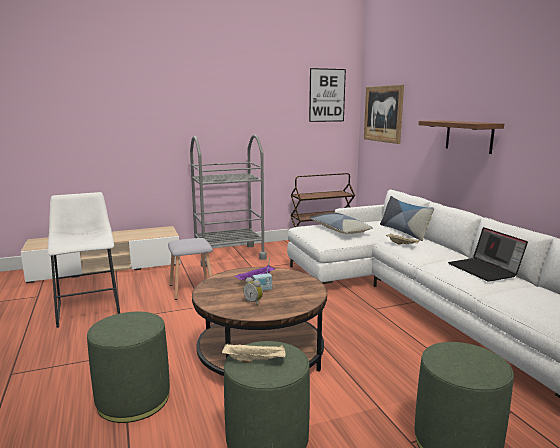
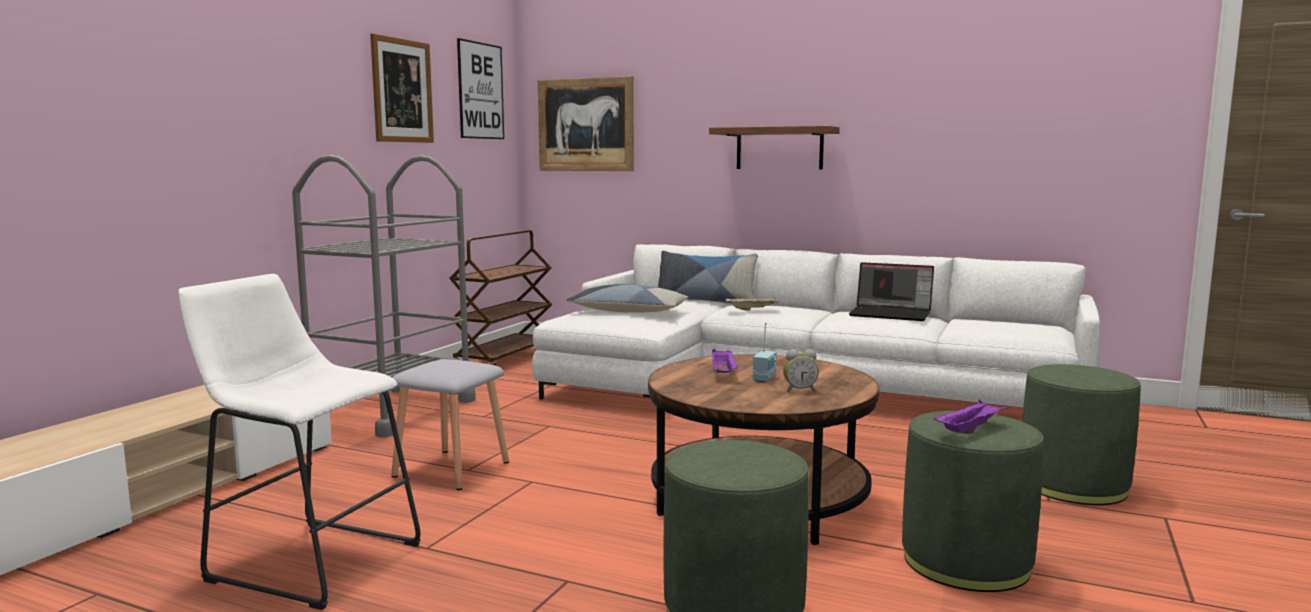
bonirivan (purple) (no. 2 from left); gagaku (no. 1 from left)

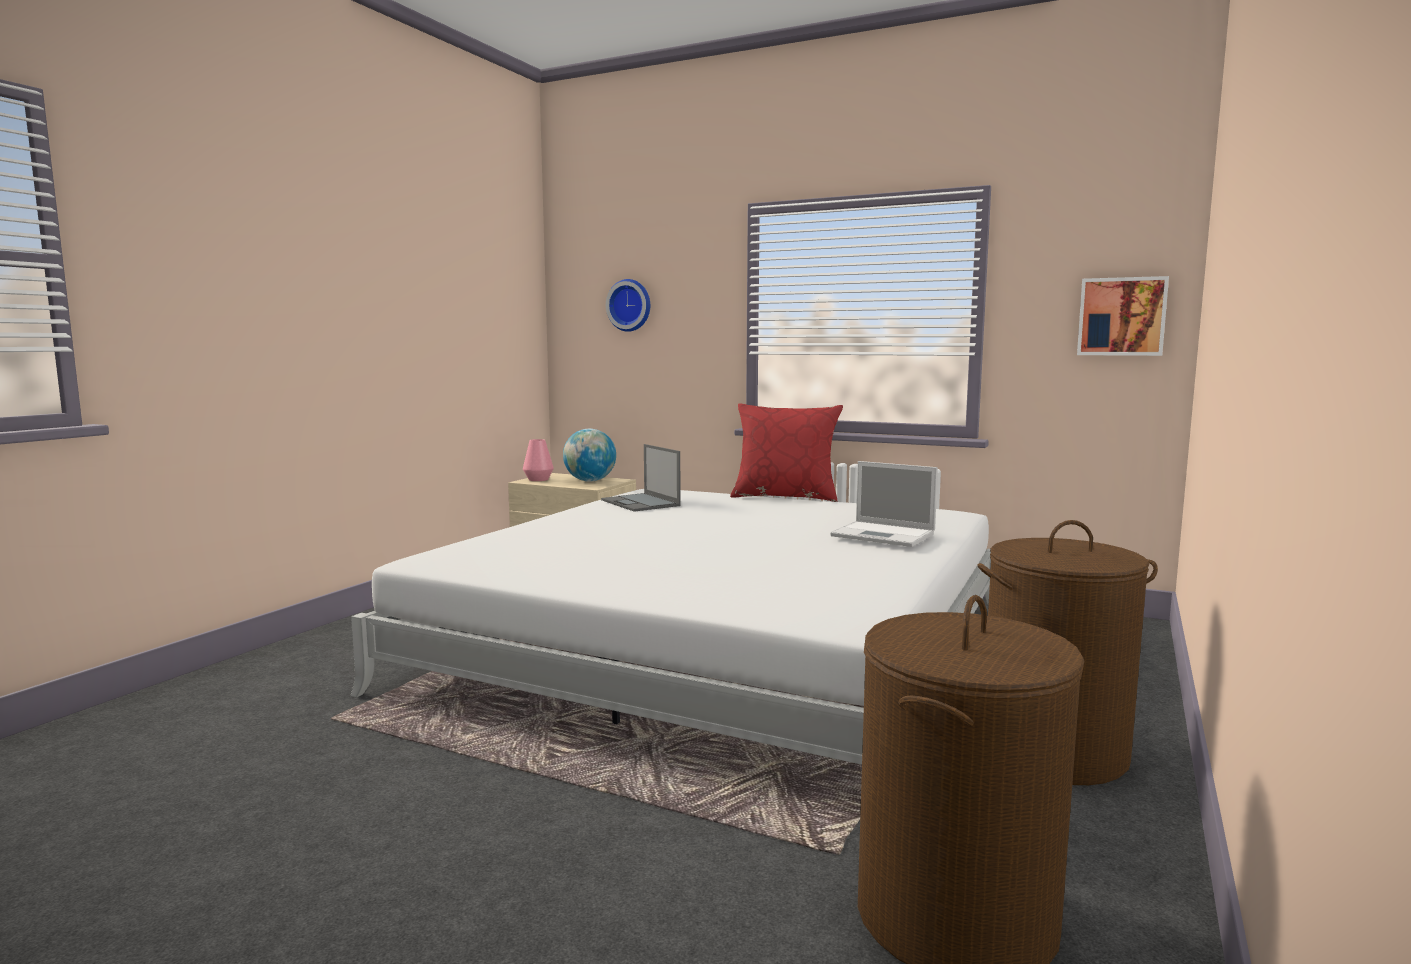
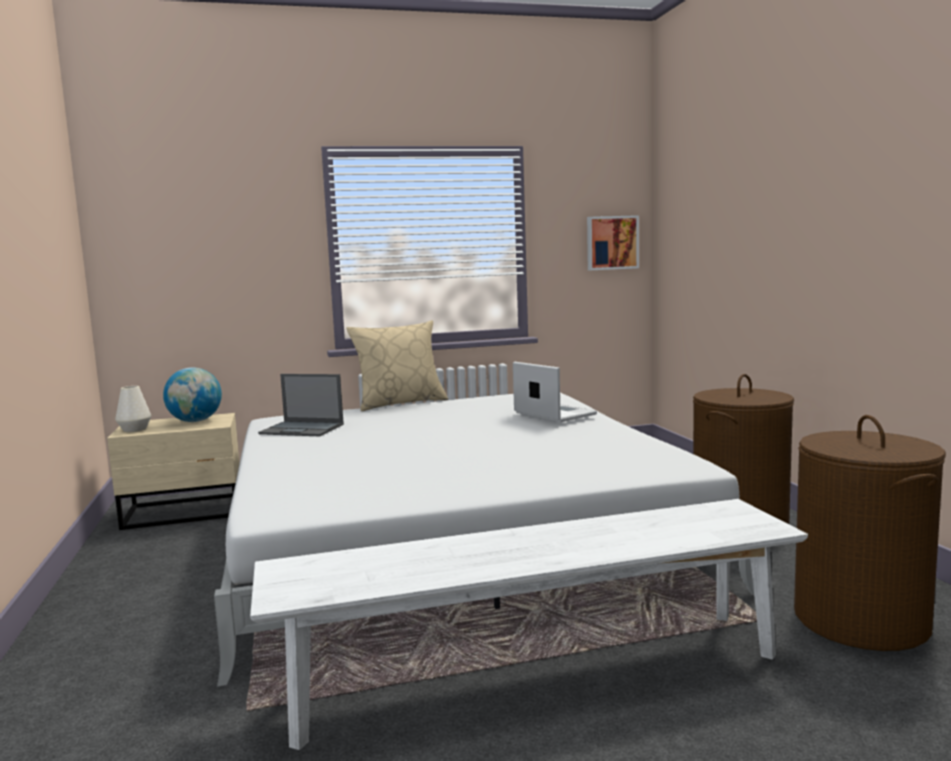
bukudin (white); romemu; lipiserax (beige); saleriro (no. 2 from left); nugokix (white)

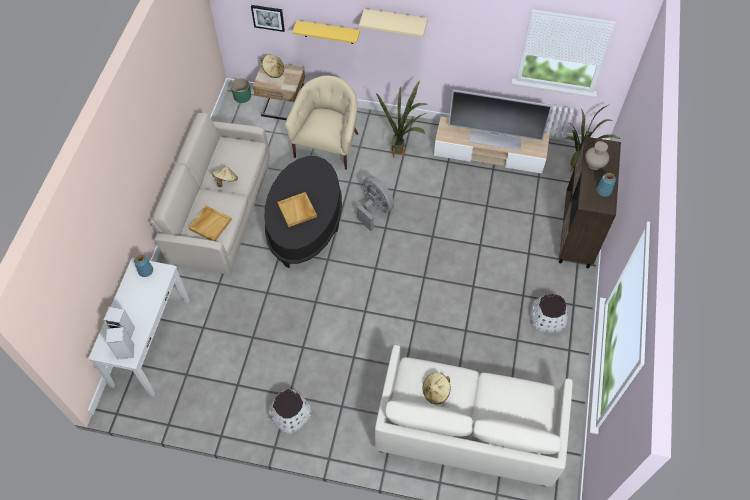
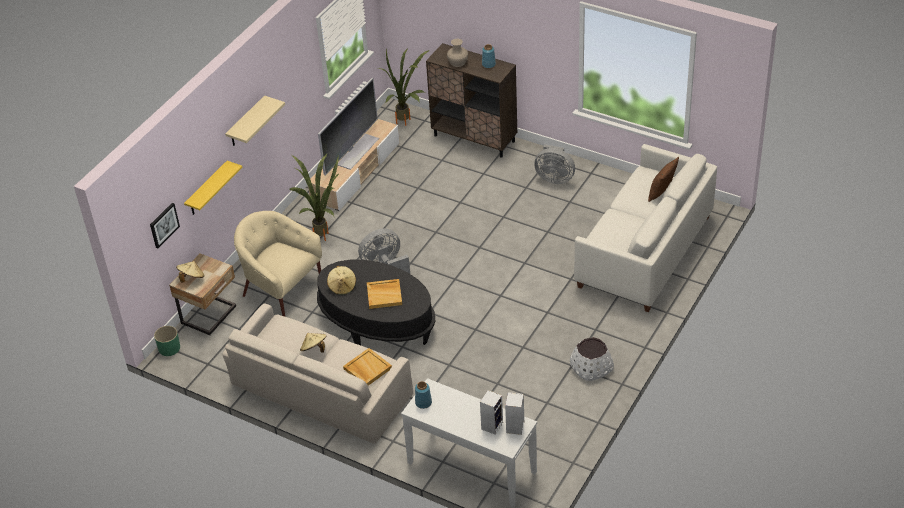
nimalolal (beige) (no. 3 from left); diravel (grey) (no. 2 from left); lipiserax (brown)

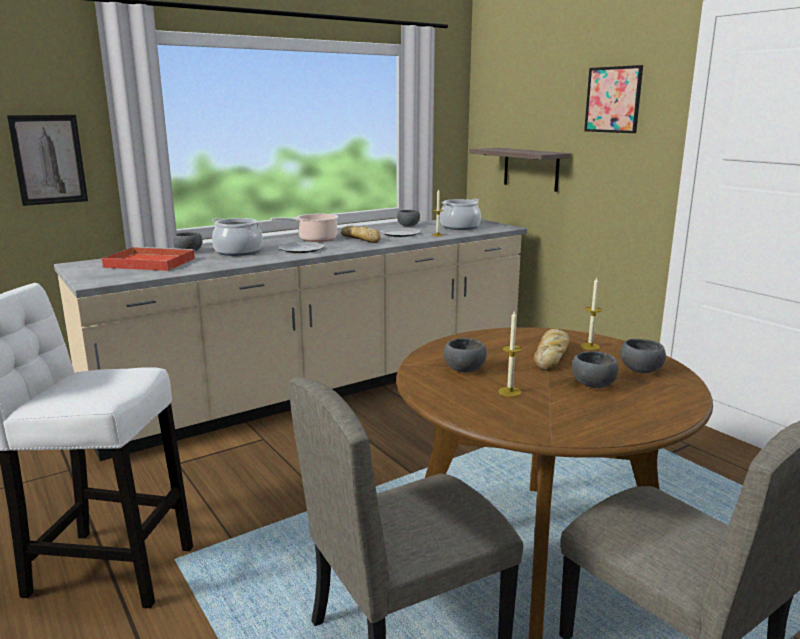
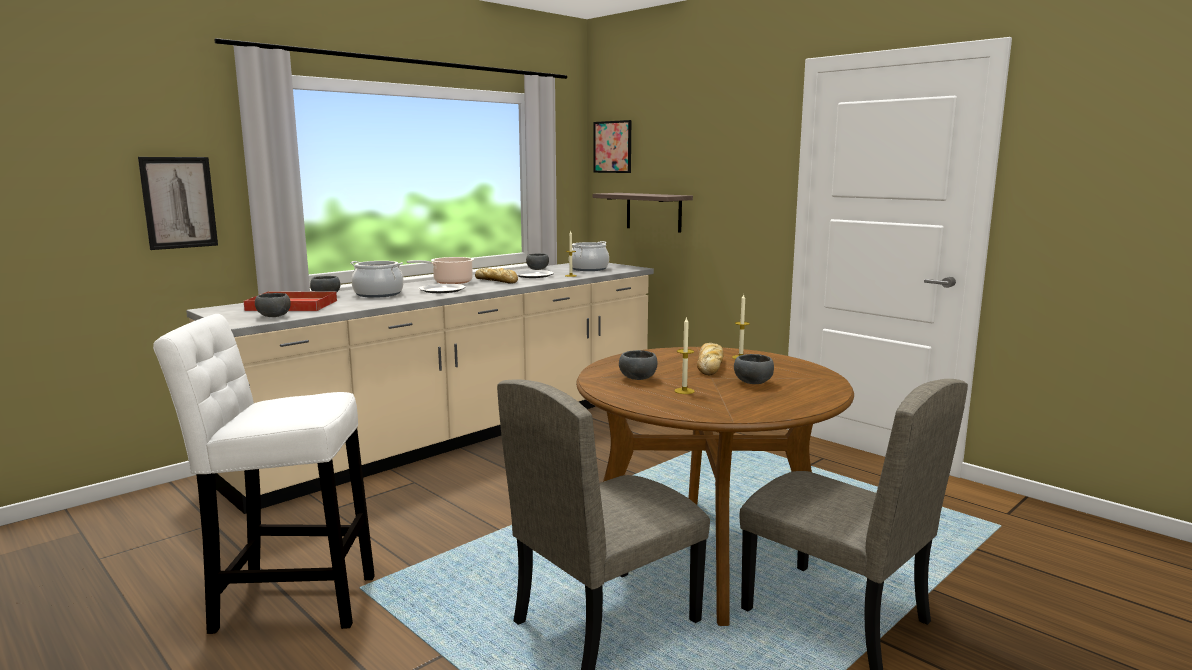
gagaku (no. 2 from left); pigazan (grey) (no. 1 from left)

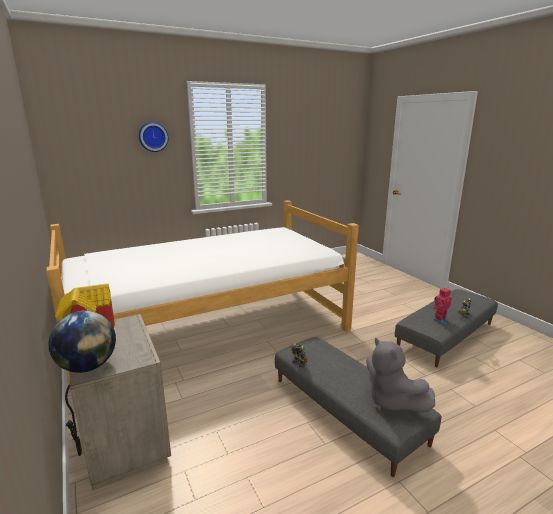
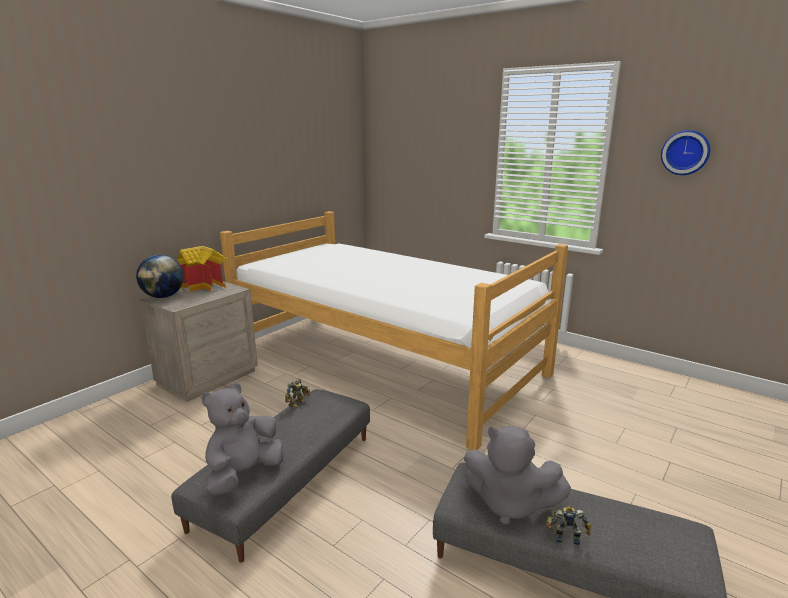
romemu; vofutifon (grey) (no. 2 from left)

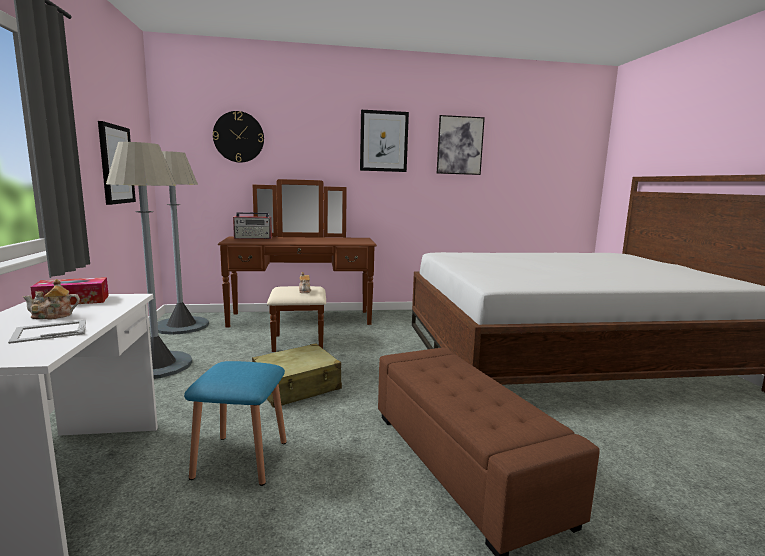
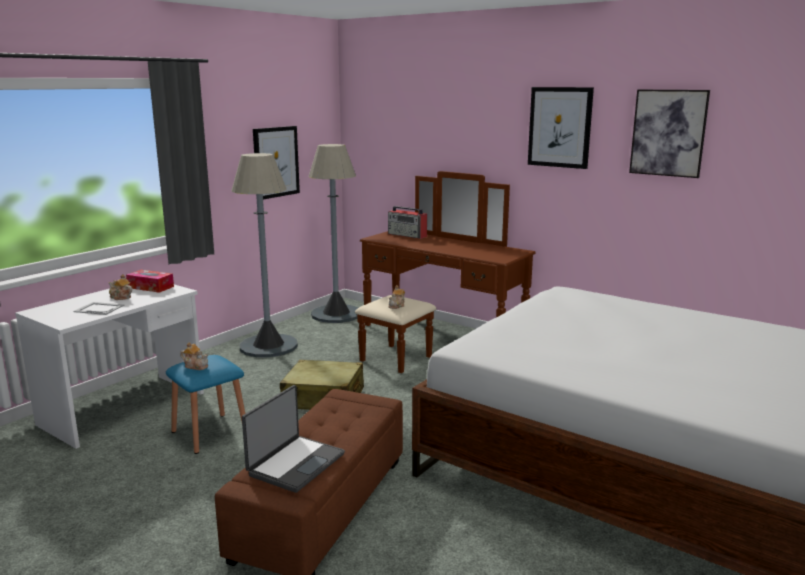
romemu; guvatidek (no. 2 from left); saleriro

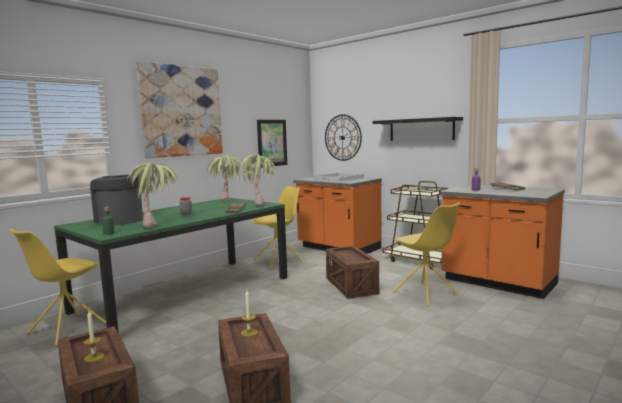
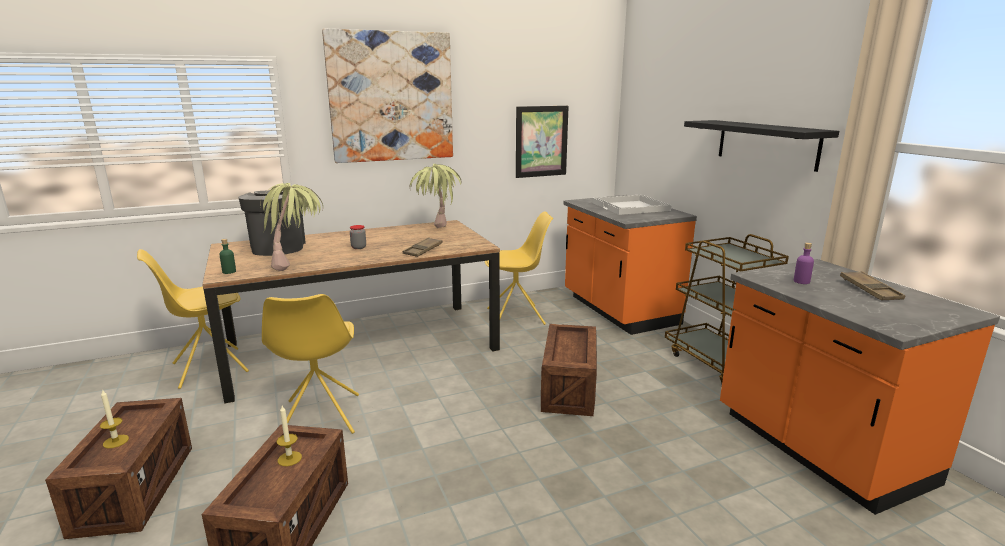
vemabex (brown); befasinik (no. 3 from left in the first image); romemu; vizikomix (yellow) (no. 2 from left)

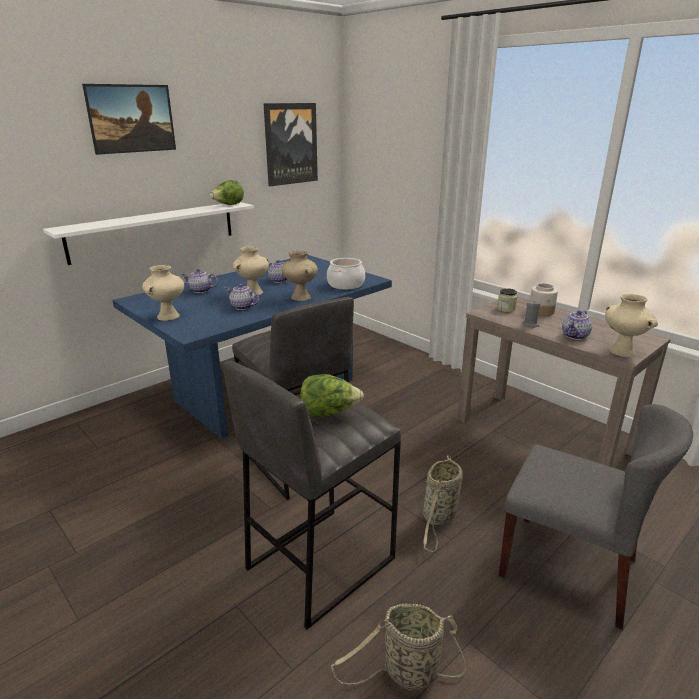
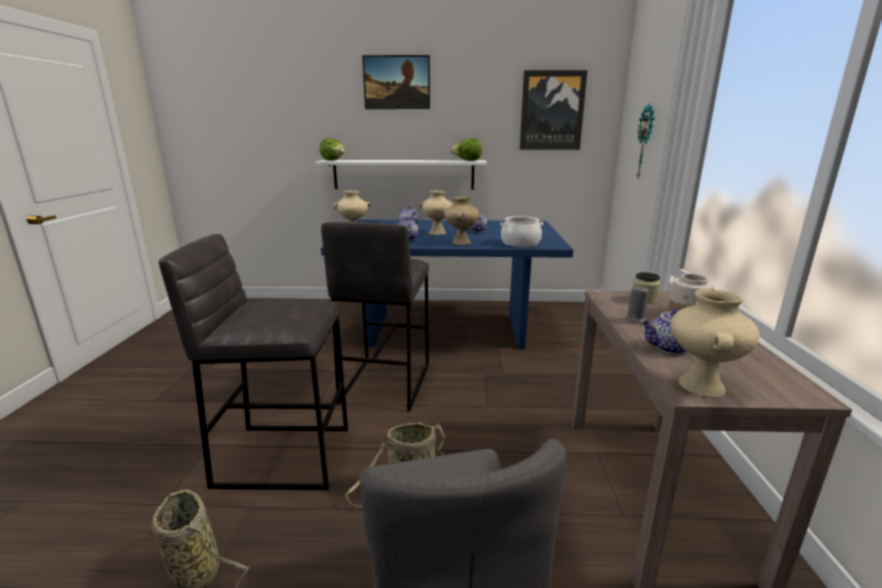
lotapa (no. 1 from left); romemu

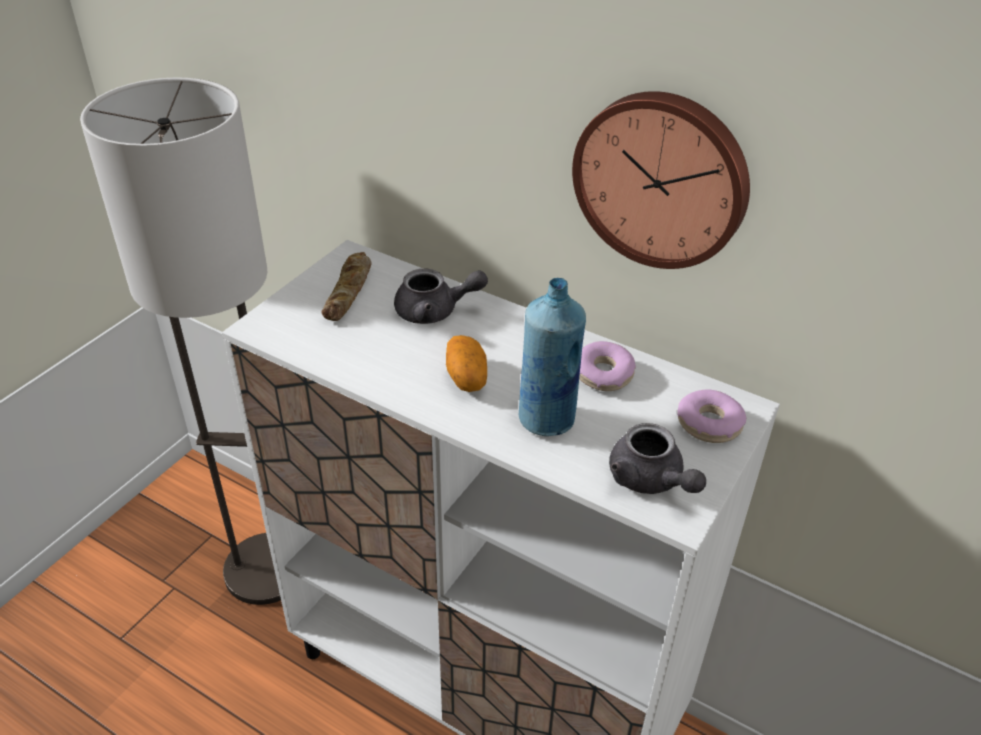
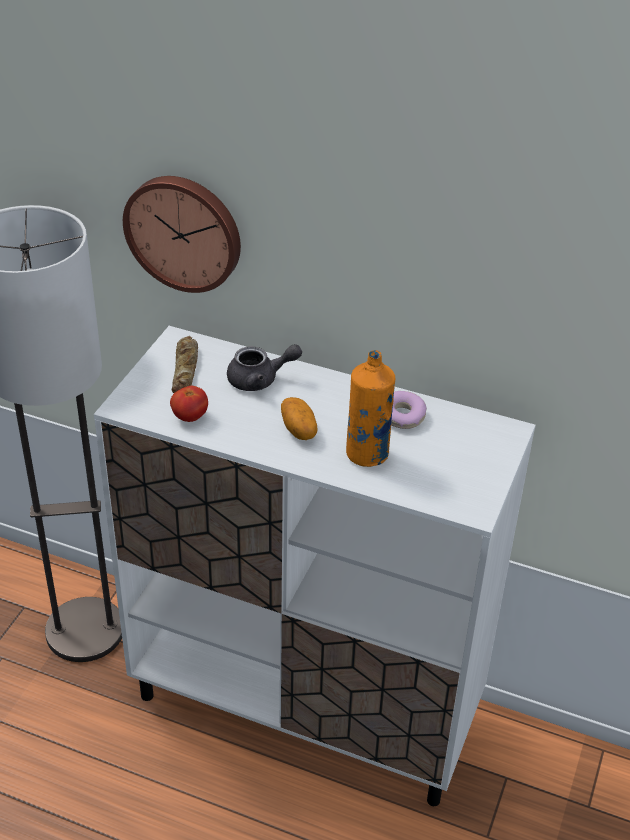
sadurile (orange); romemu; guvatidek (grey) (no. 2 from left in the first image); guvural (no. 2 from left in the first image); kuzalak

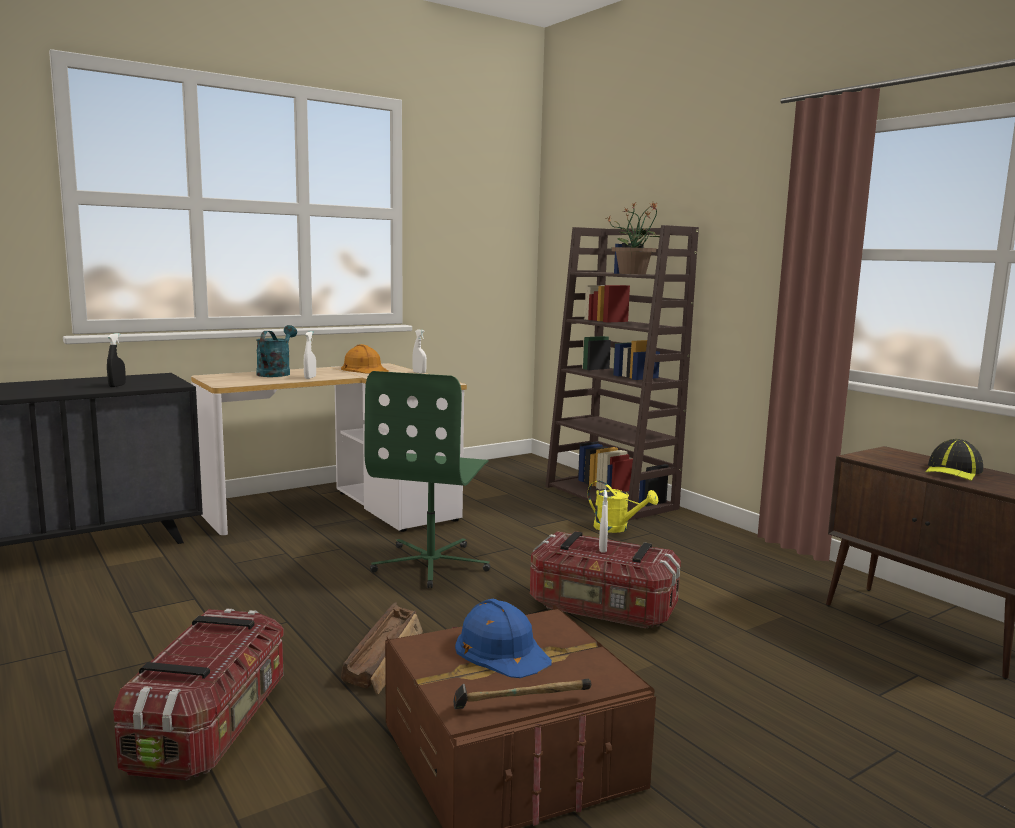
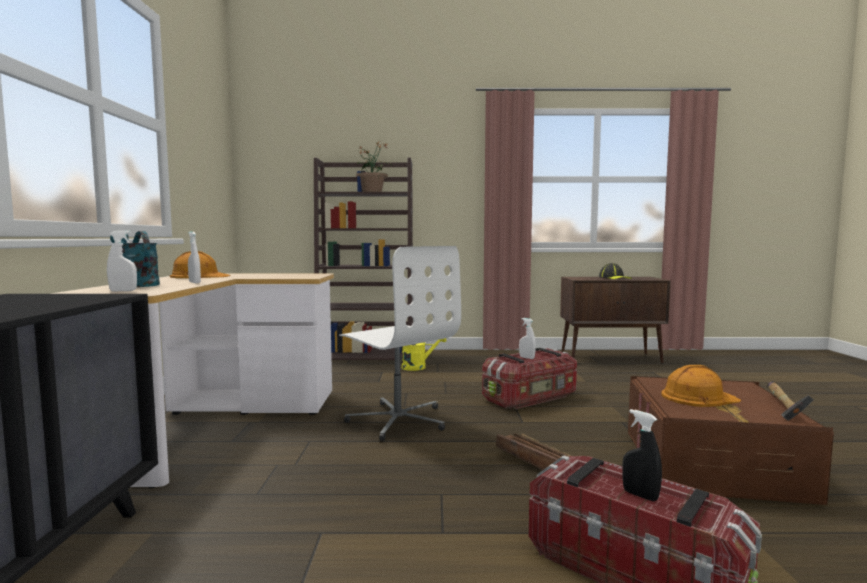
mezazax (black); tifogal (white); mezazax (white) (no. 1 from left); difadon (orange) (no. 2 from left)

